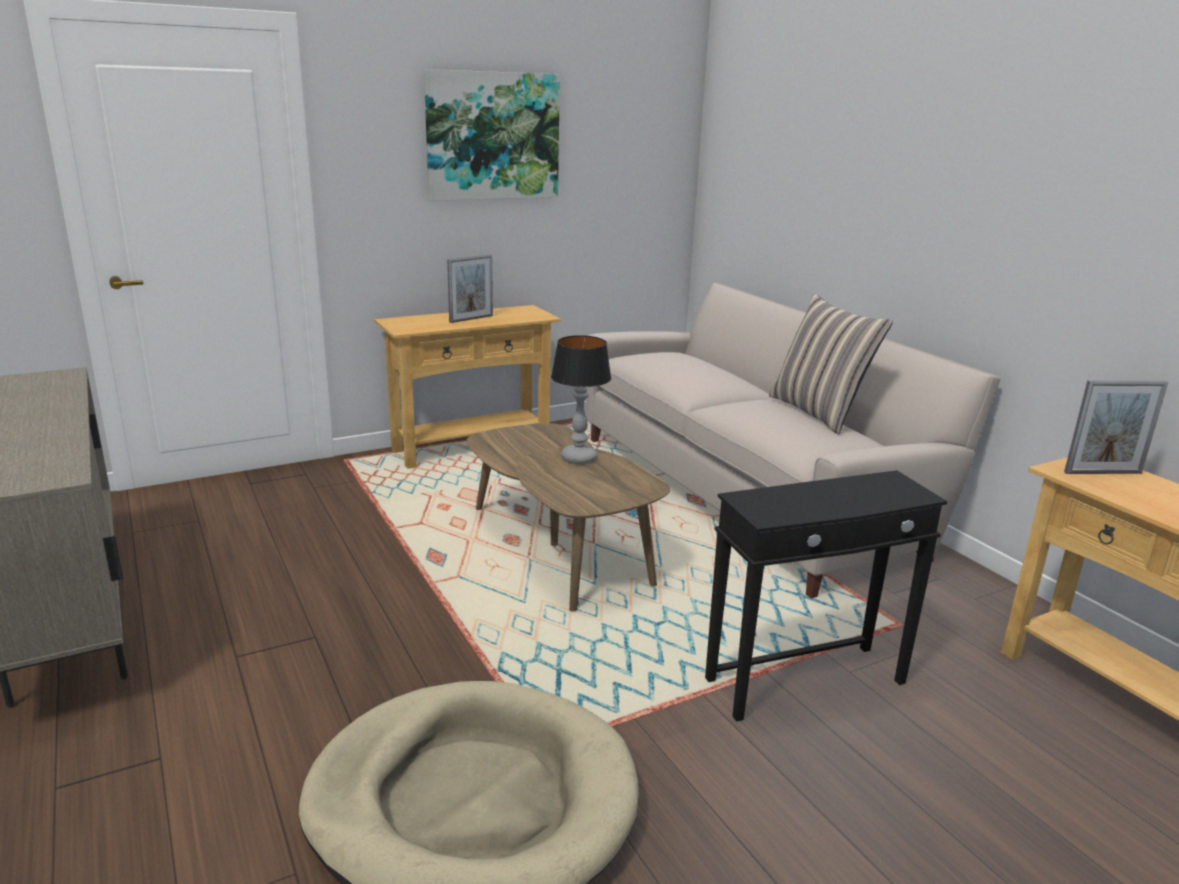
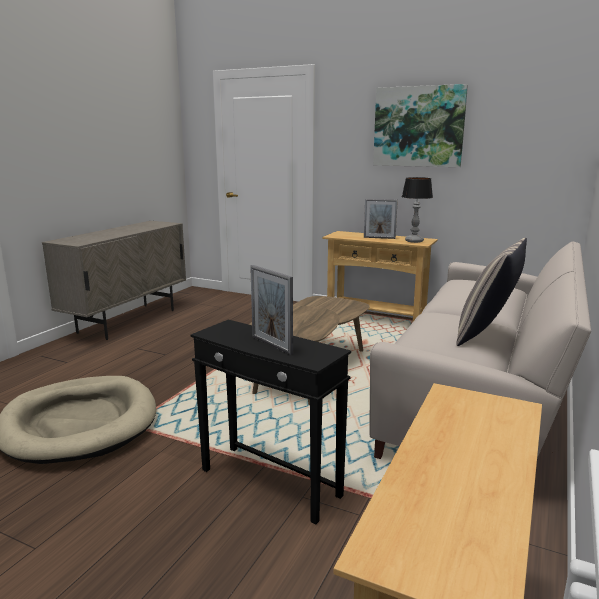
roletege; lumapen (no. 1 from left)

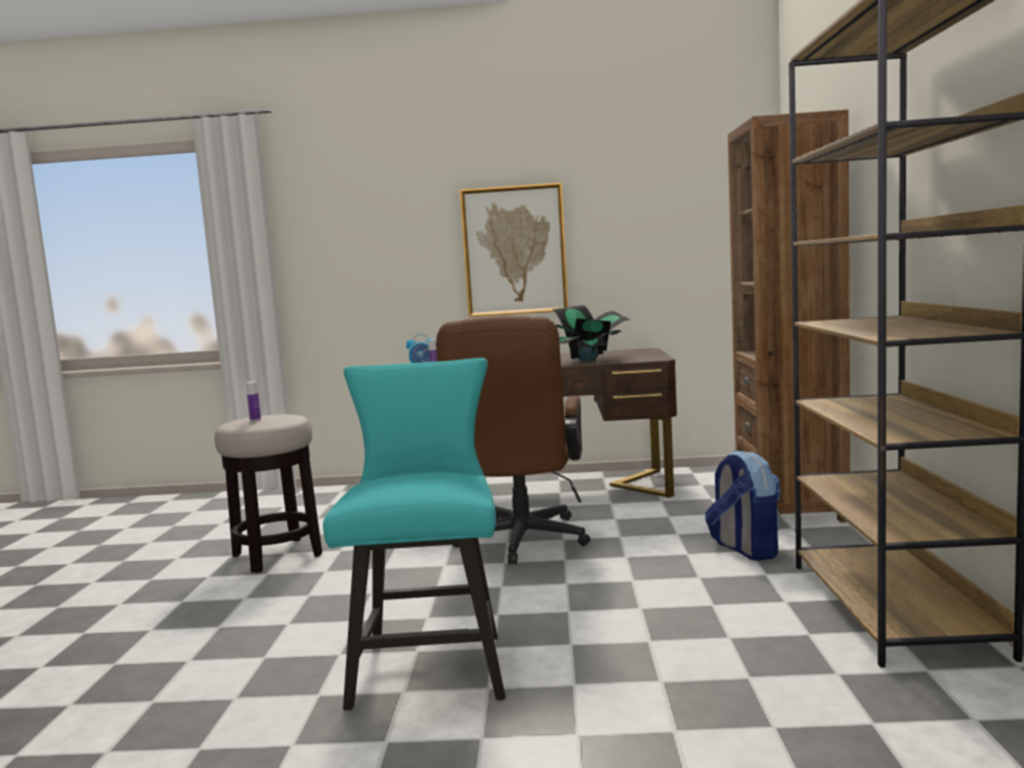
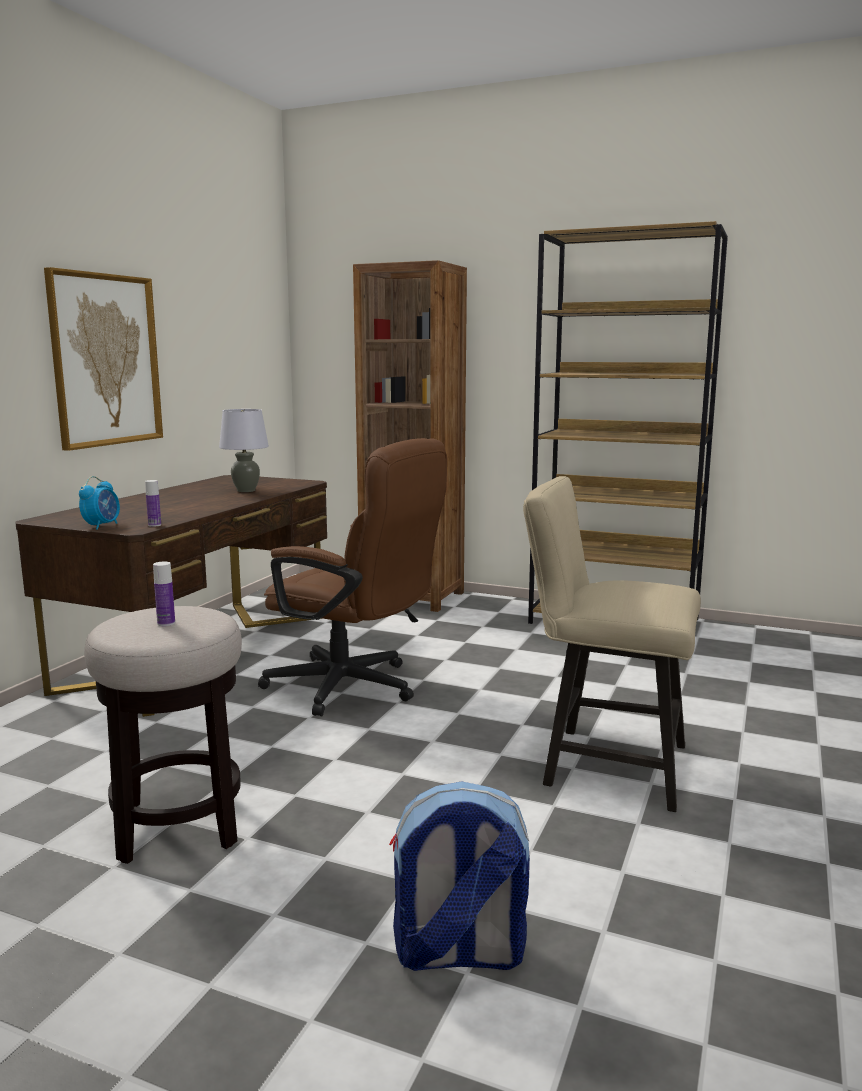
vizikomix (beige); roletege (grey); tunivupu

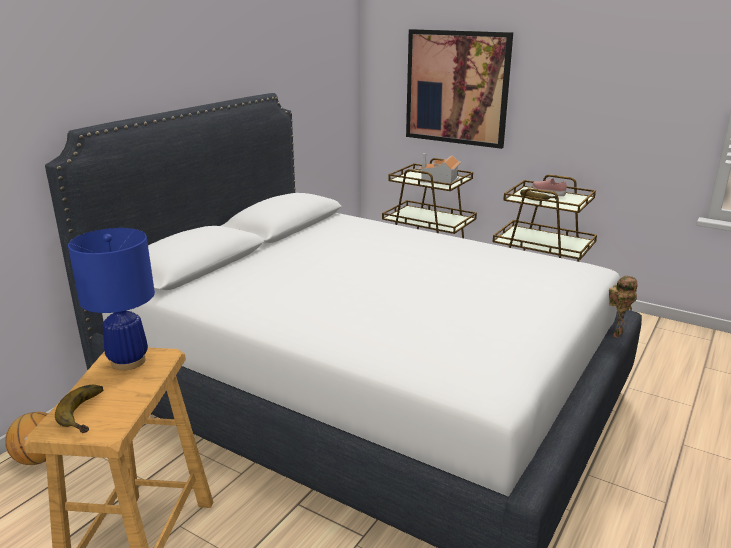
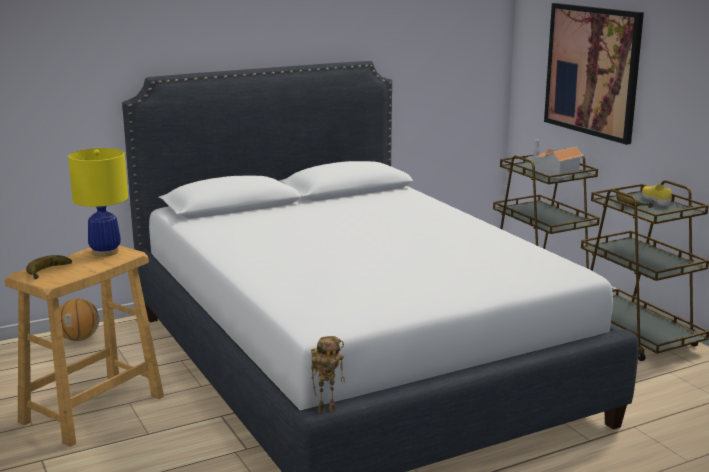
roletege (yellow); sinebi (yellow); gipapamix

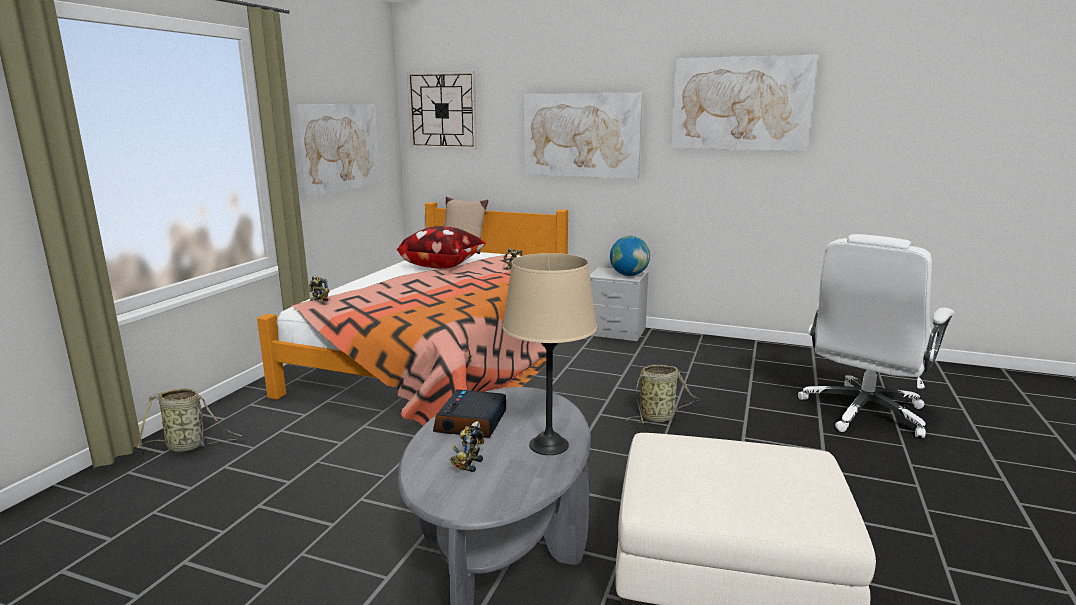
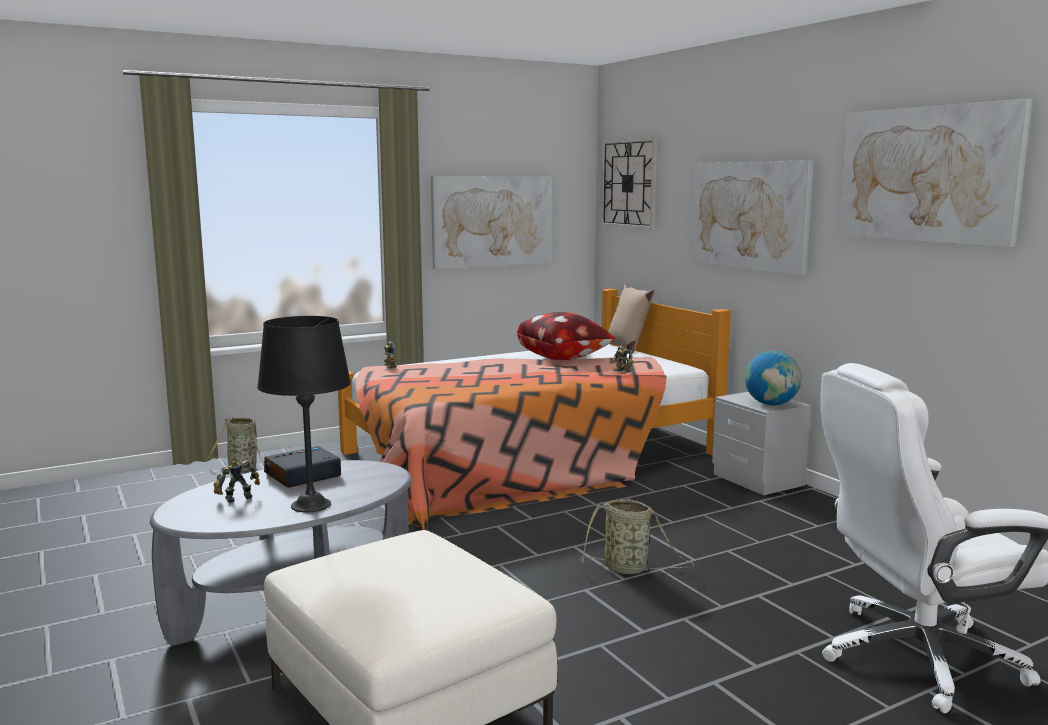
roletege (black)

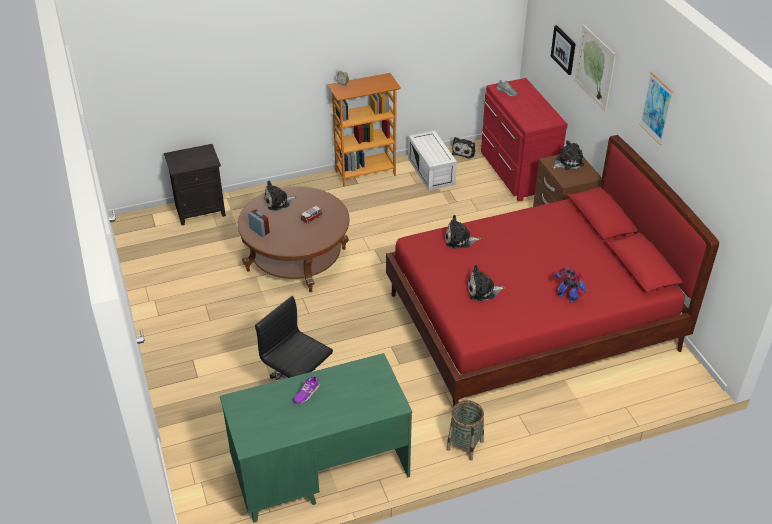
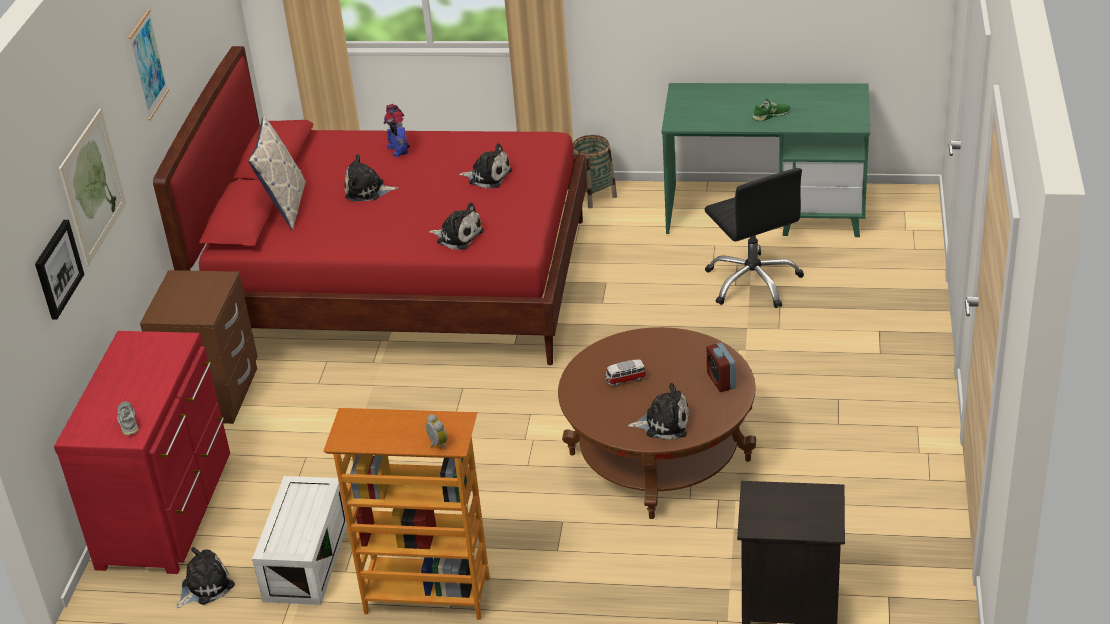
sinebi (green); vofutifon (no. 2 from left); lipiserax

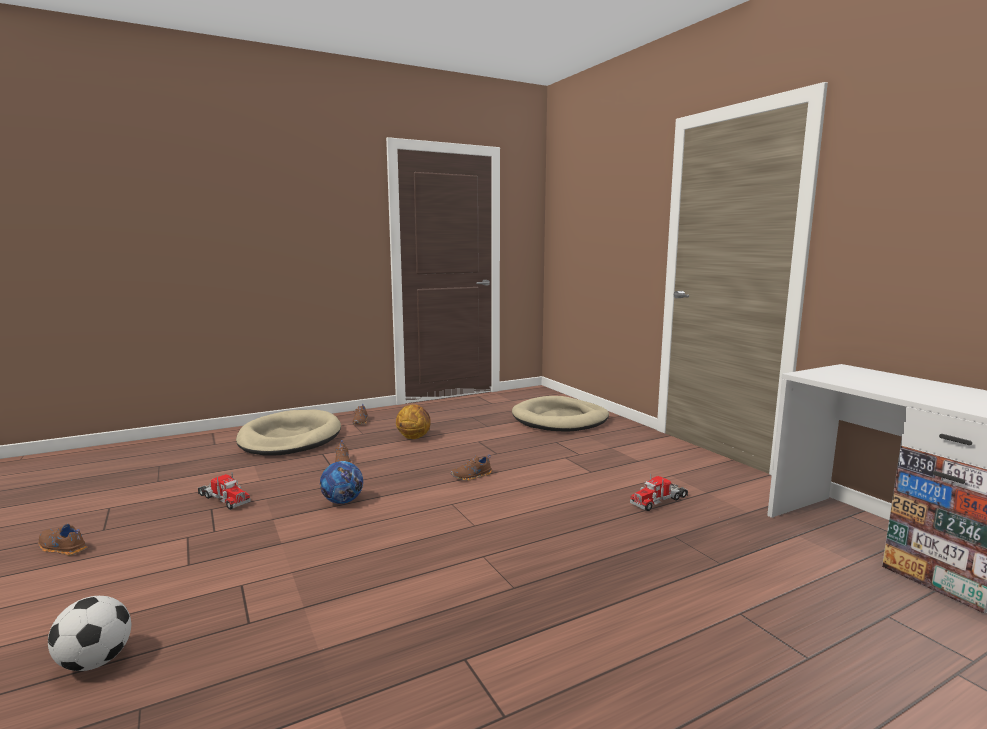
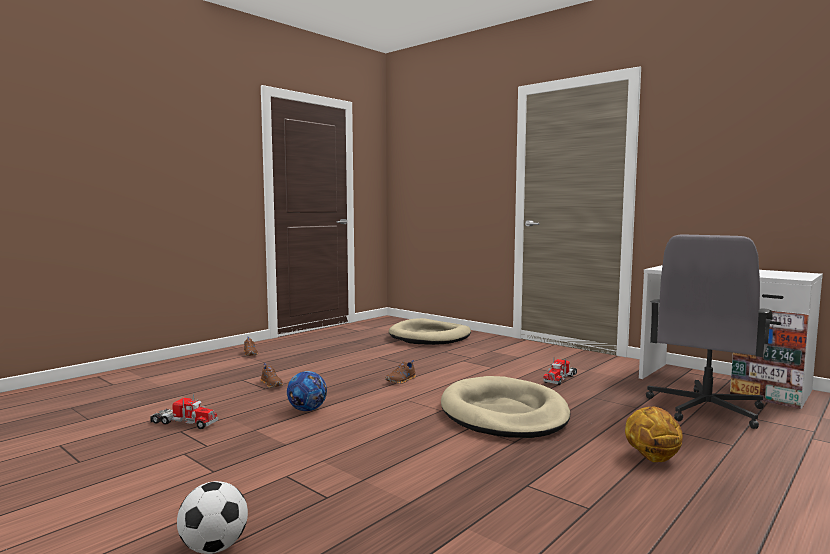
sinebi (brown) (no. 1 from left in the first image); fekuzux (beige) (no. 2 from left); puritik; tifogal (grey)

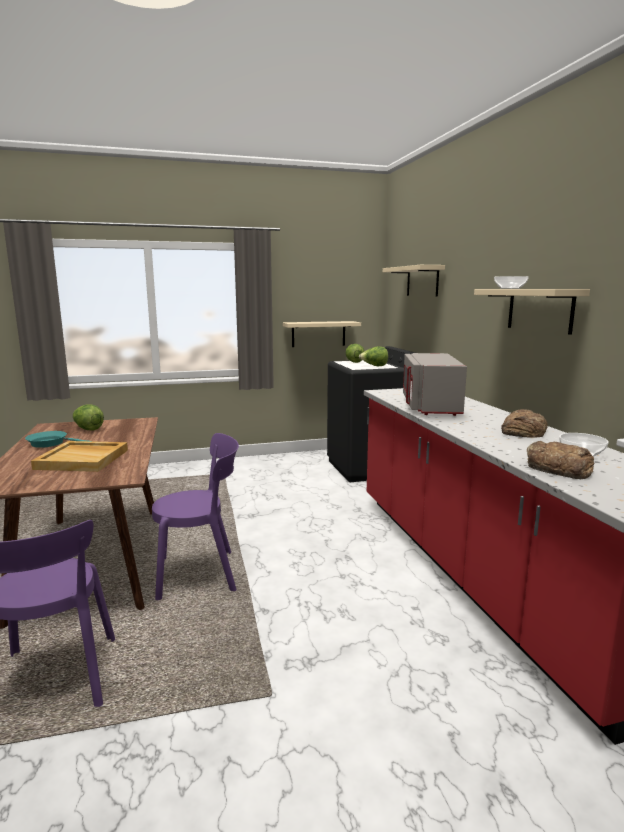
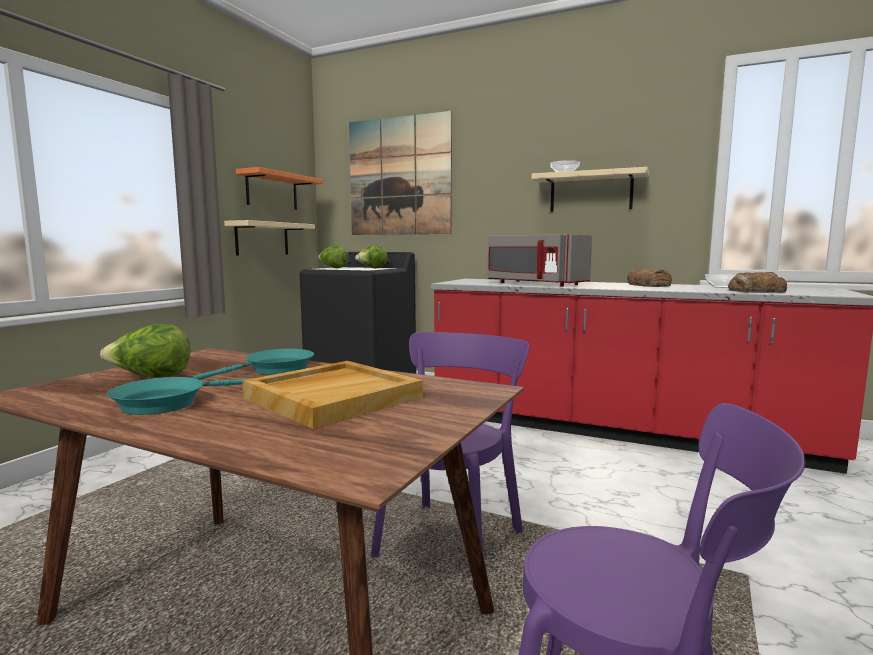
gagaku; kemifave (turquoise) (no. 2 from left); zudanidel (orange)

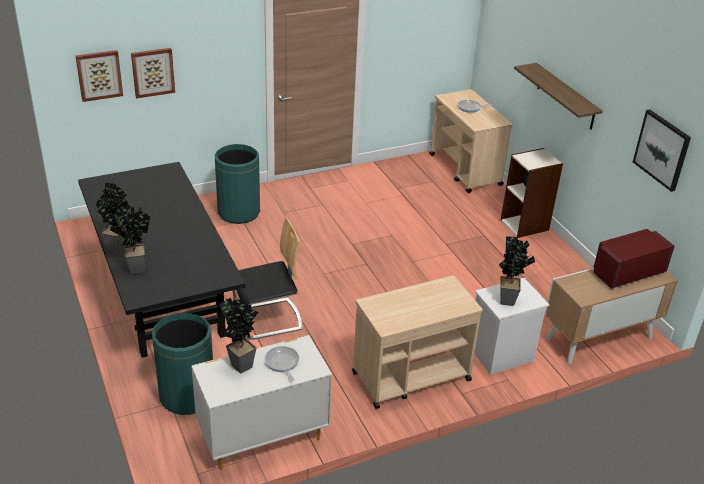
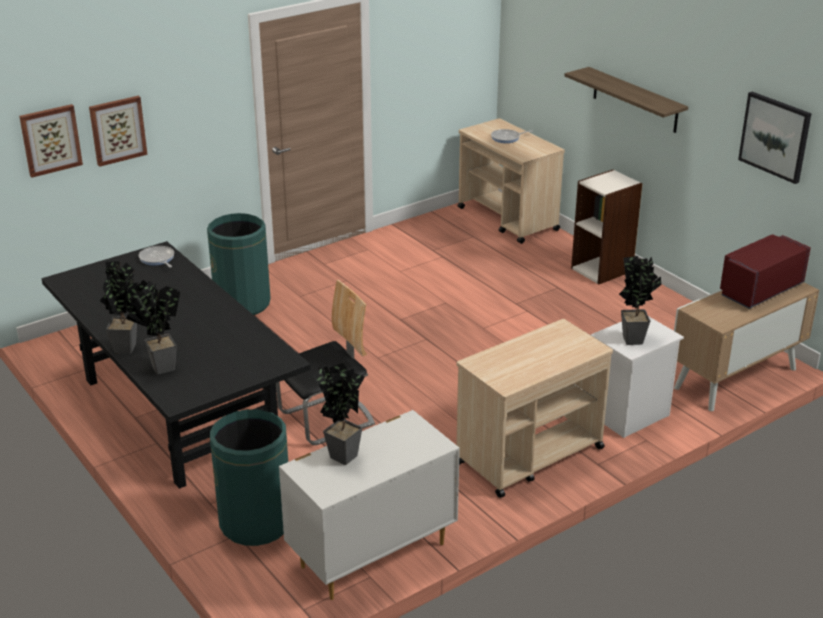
kemifave (no. 1 from left)

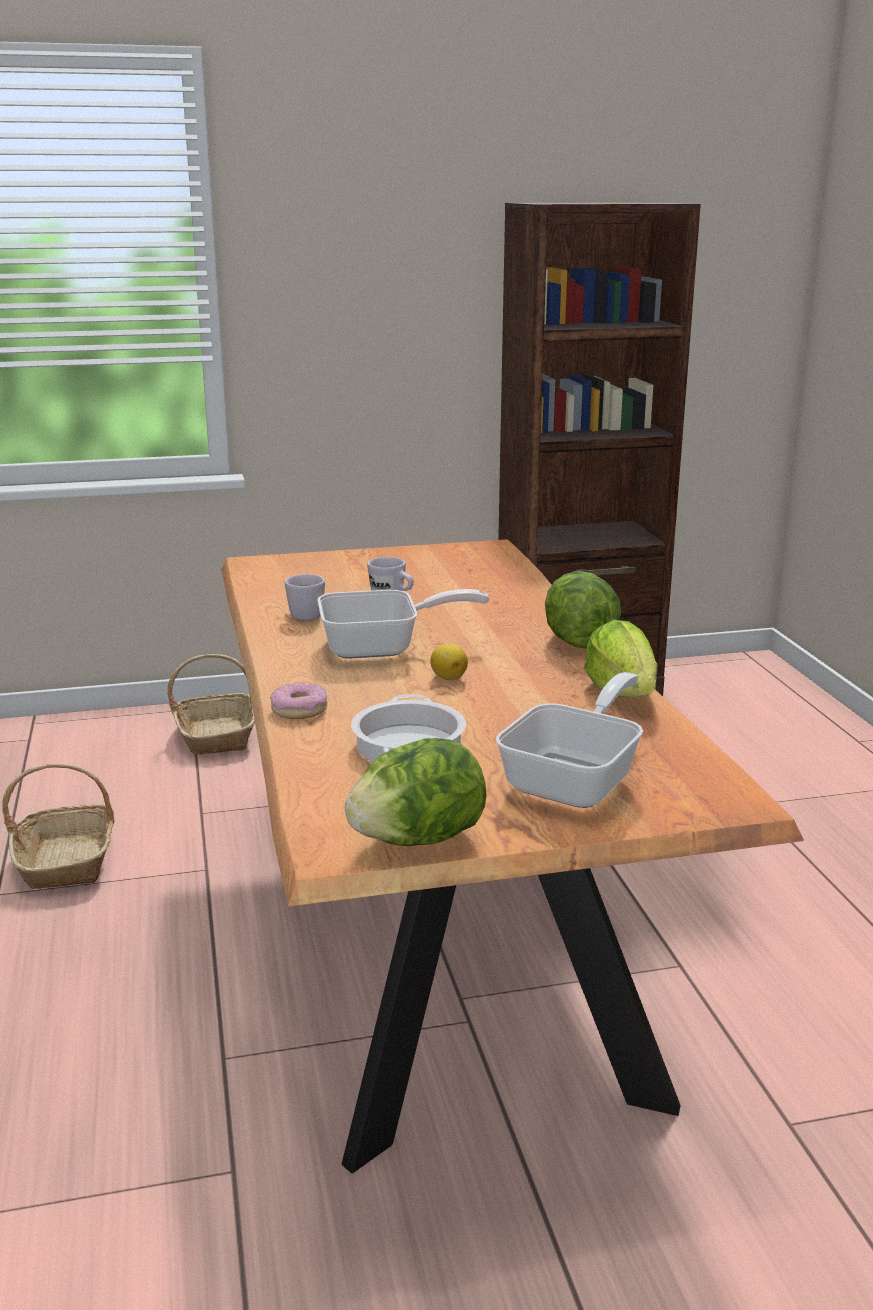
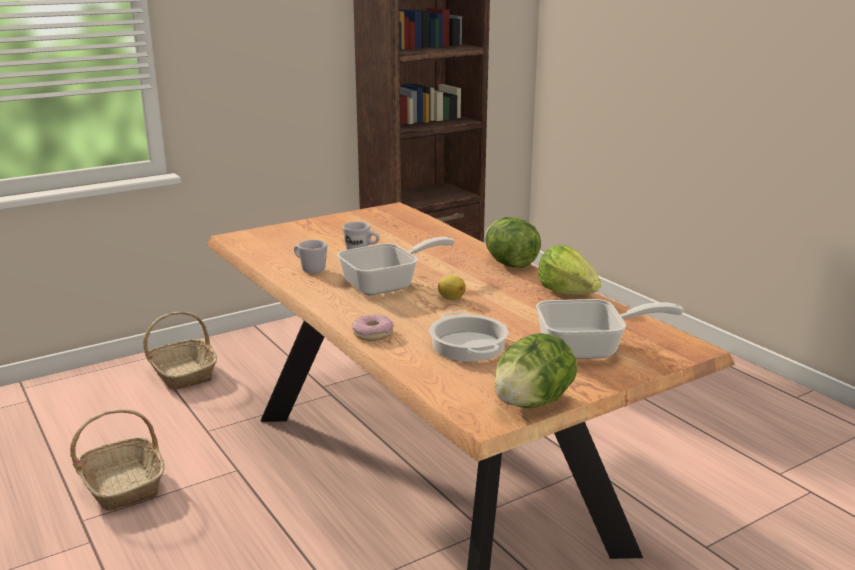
kemifave (no. 2 from left)

